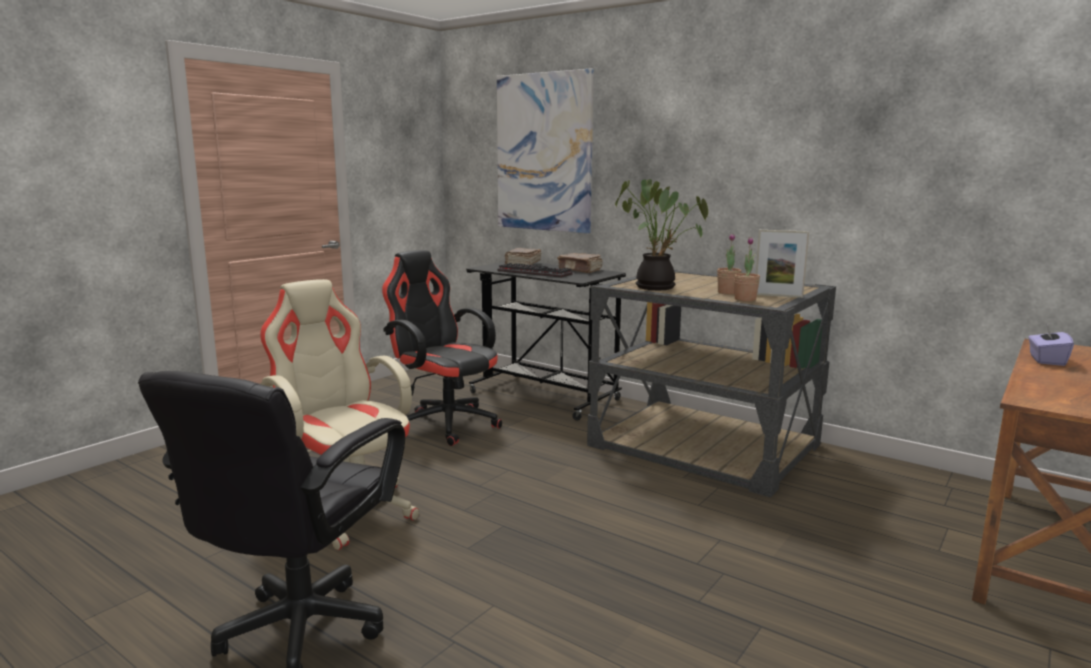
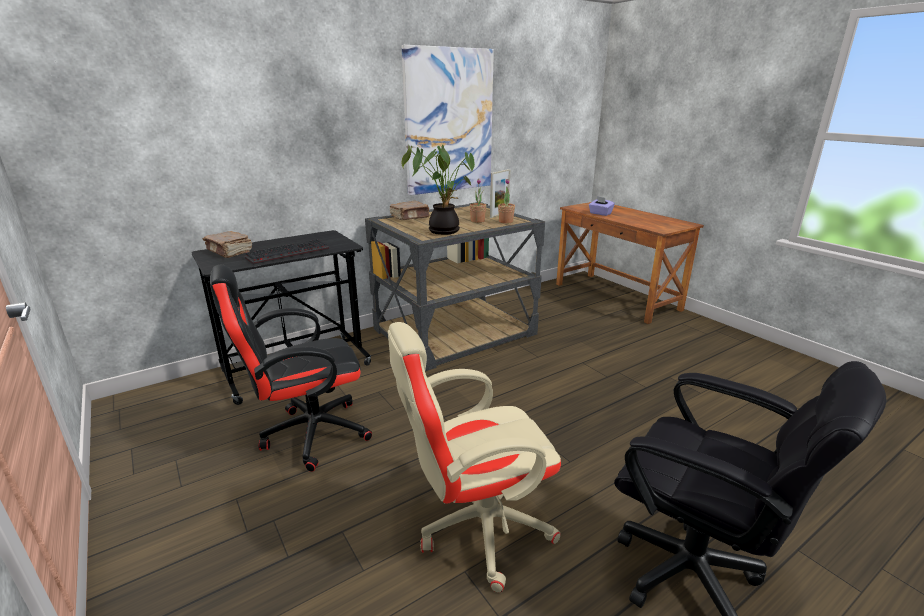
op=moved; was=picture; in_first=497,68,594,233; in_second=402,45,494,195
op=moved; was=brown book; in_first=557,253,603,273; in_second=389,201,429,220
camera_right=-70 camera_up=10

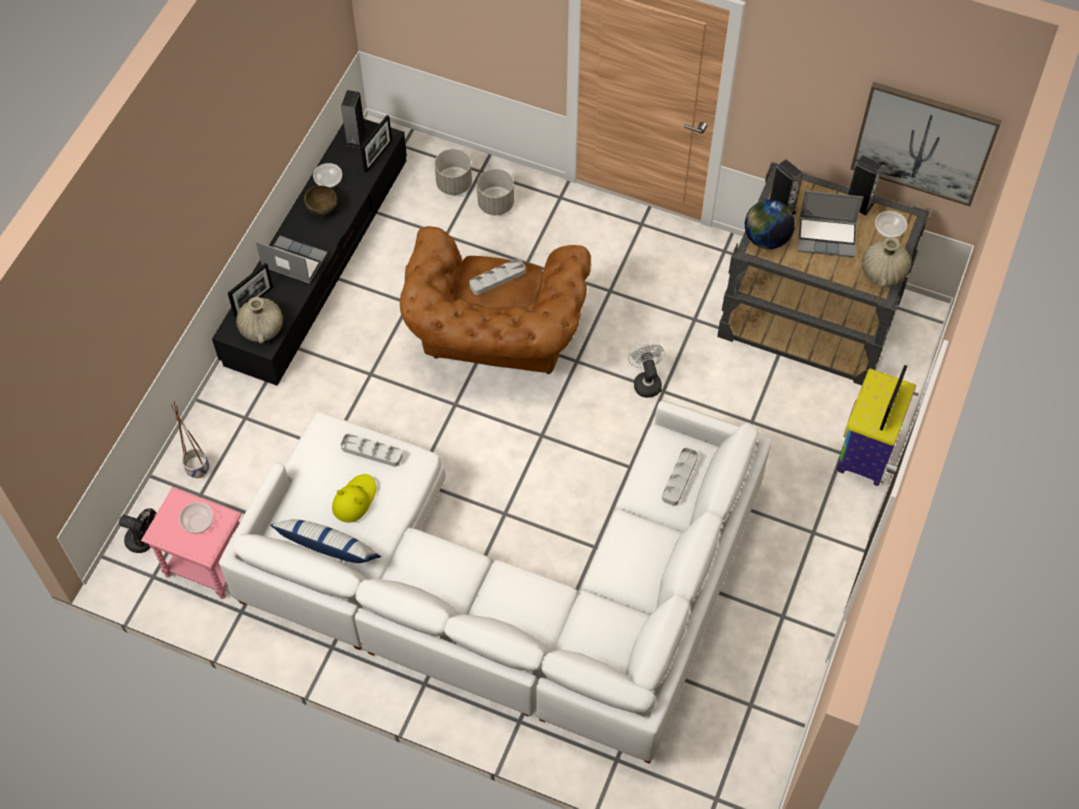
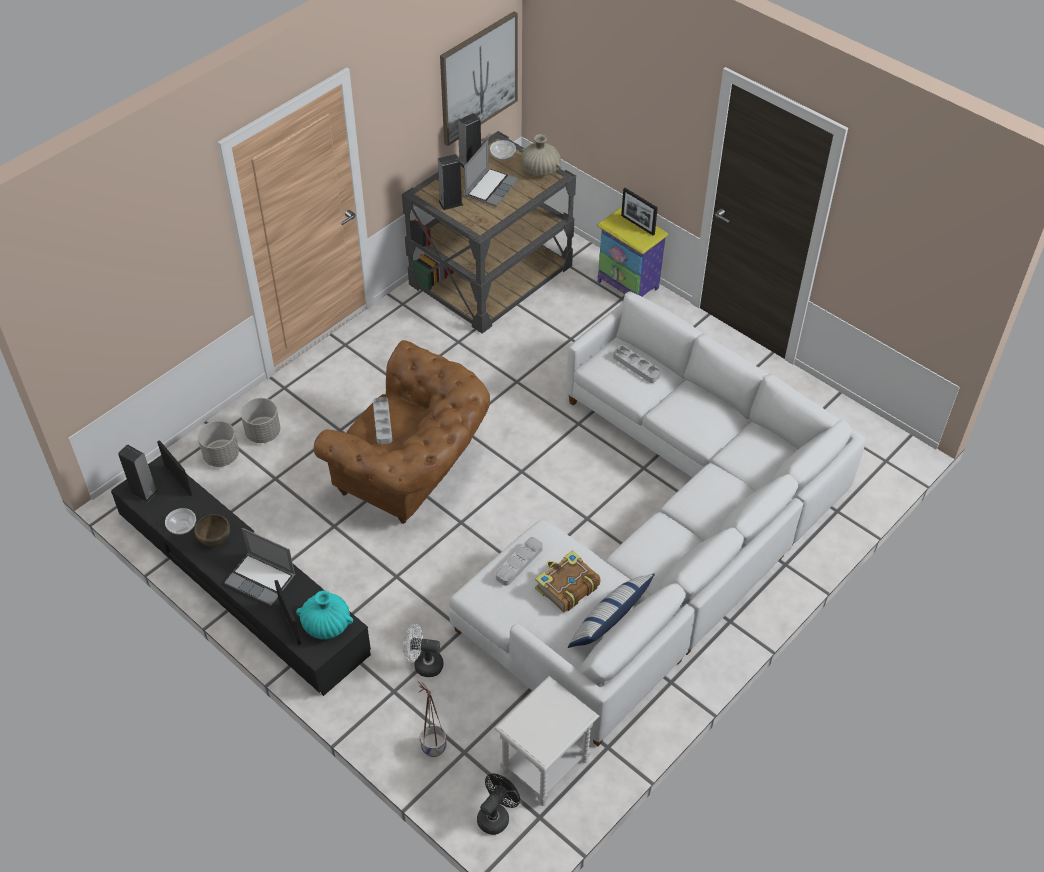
op=removed; was=globe; in_first=745,199,795,249
op=turned; was=laptop; in_first=256,236,327,284; in_second=224,528,295,606; clockwise=-105
op=recoloured; was=beige vase; now=turquoise vase; in_first=236,296,283,343; in_second=296,591,353,639
op=moved; was=white fan; in_first=628,343,665,398; in_second=403,624,443,677
op=replaced; was=yellow hat; now=book; in_first=332,474,377,523; in_second=535,550,600,612
op=recoloured; was=pink side table; now=white side table; in_first=141,487,242,599; in_second=494,676,599,806
op=removed; was=bowl; in_first=179,502,213,534
camera_right=-70 camera_up=-10

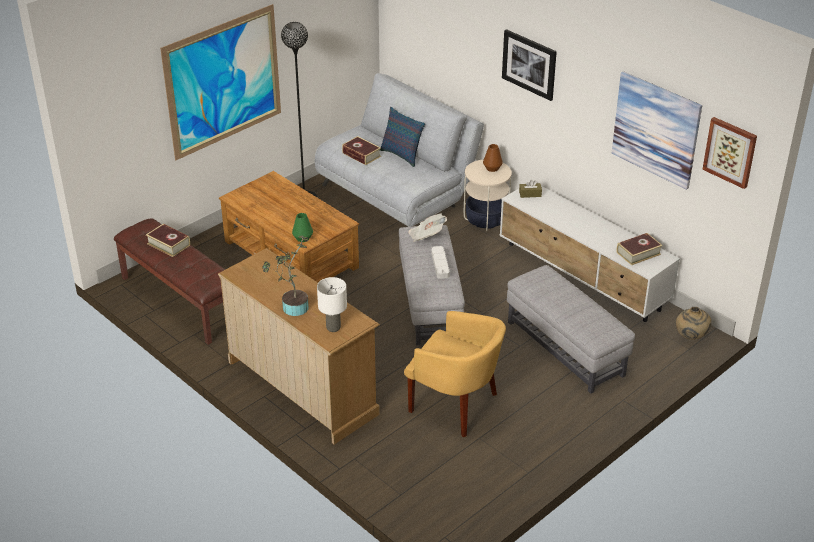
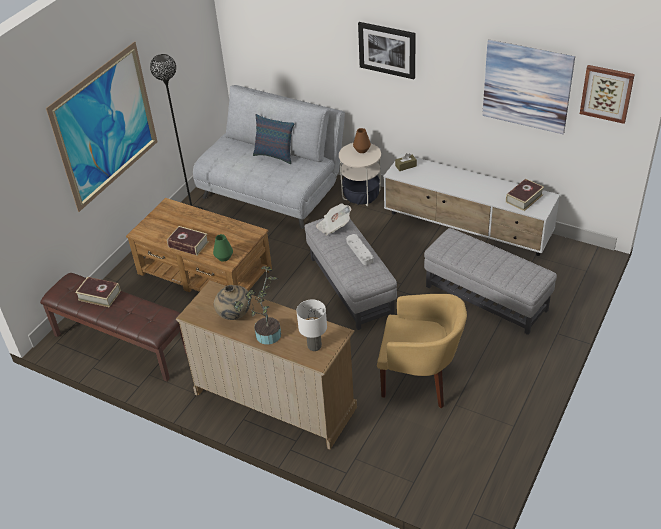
op=moved; was=book; in_first=342,136,381,165; in_second=167,226,209,255
op=moved; was=beige vase; in_first=676,307,711,340; in_second=213,285,251,320
camera_right=-15 camera_up=5

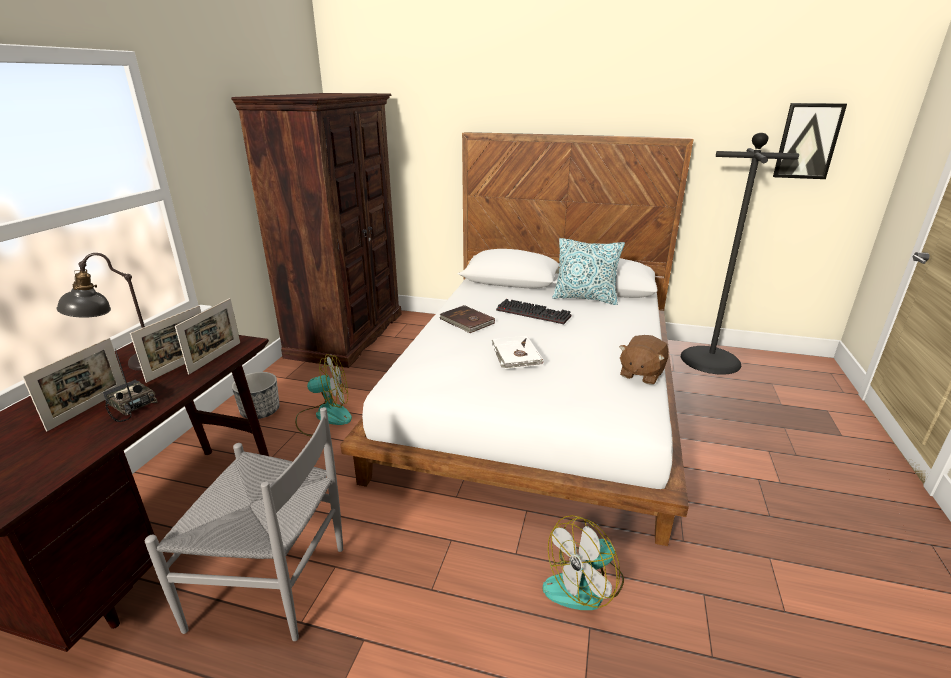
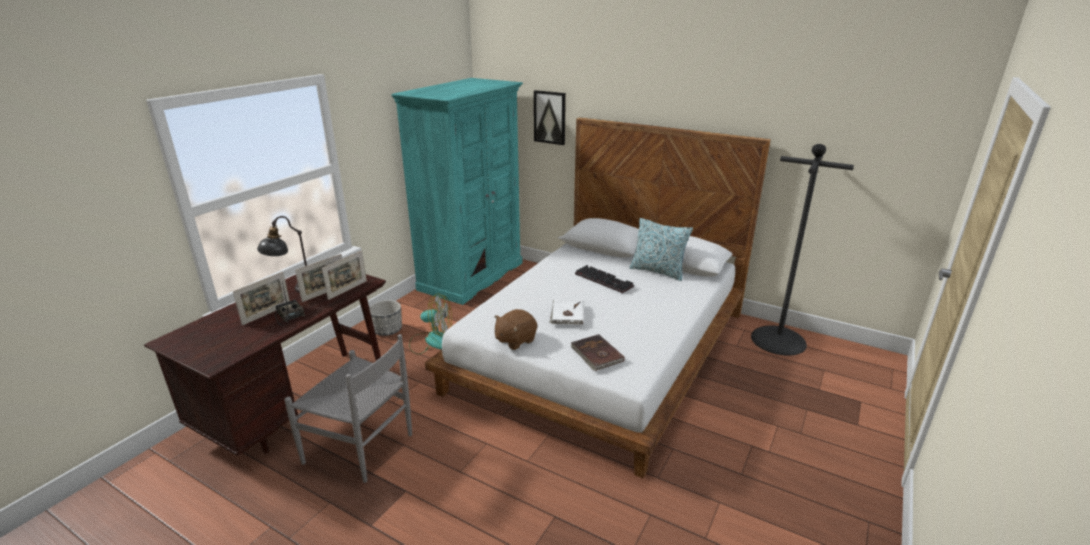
op=recoloured; was=brown wardrobe; now=turquoise wardrobe; in_first=231,93,402,368; in_second=391,78,523,305
op=moved; was=picture; in_first=773,103,847,179; in_second=534,90,566,145
op=moved; was=brown book; in_first=439,305,495,333; in_second=571,334,624,371
op=moved; was=brown plush toy; in_first=619,335,669,385; in_second=494,309,537,350
op=removed; was=fan; in_first=543,515,624,610
camera_right=15 camera_up=0

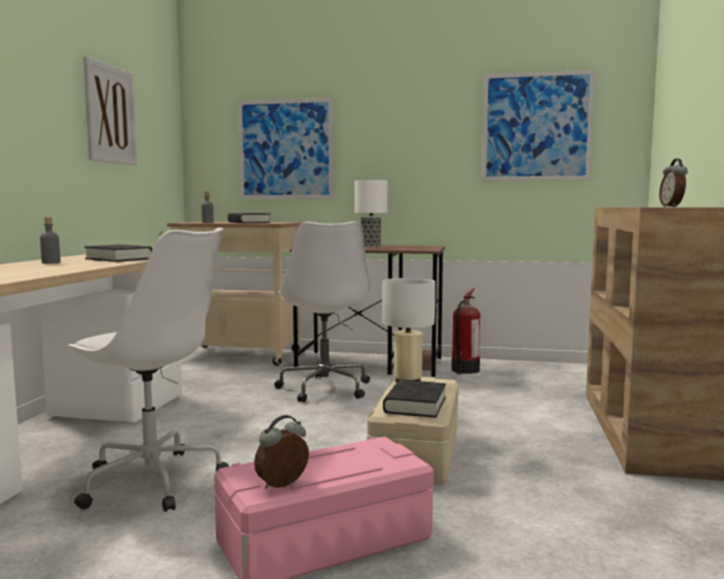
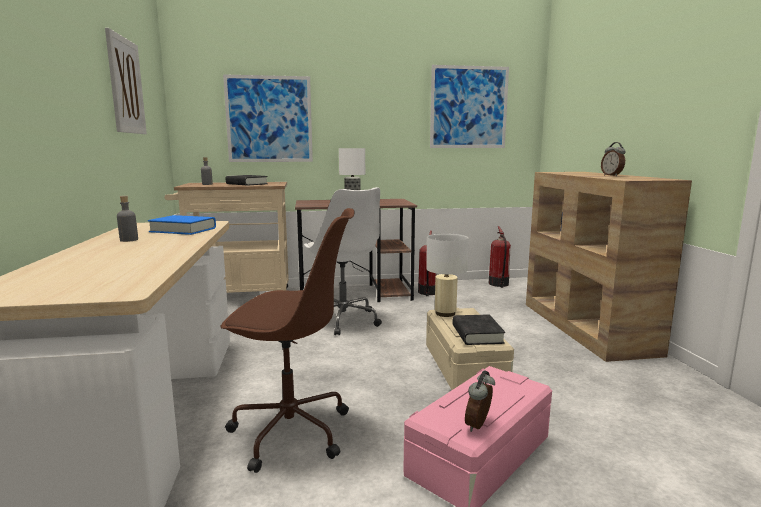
op=recoloured; was=white office chair; now=brown office chair; in_first=67,228,229,512; in_second=220,208,355,473
op=recoloured; was=black book; now=blue book; in_first=84,245,152,262; in_second=148,215,216,235
op=added; now=fire extinguisher; in_second=489,226,511,288
camera_right=-20 camera_up=5

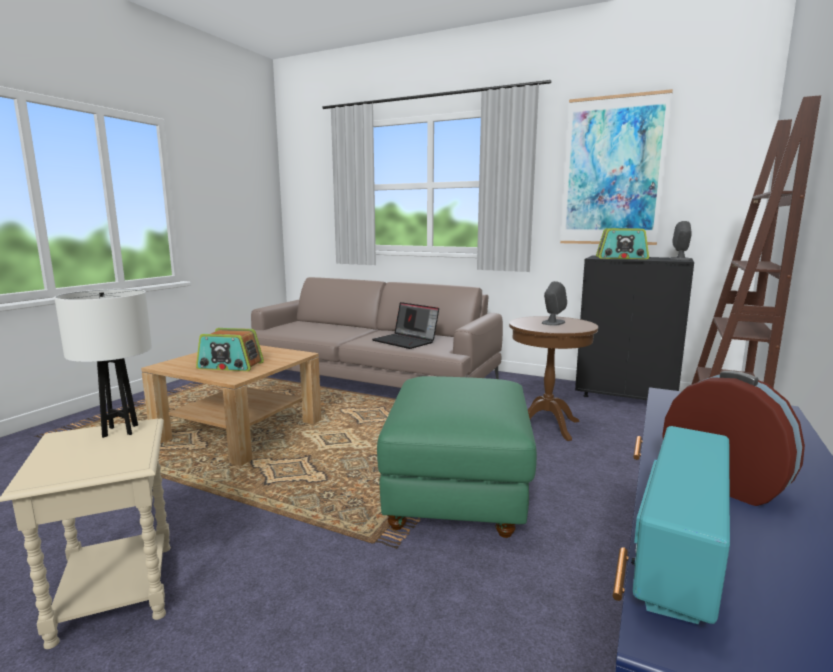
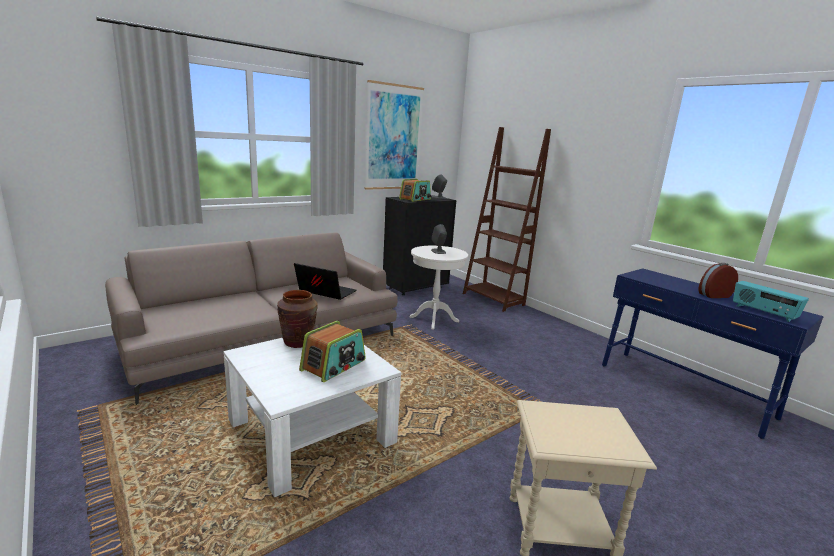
op=removed; was=white table lamp; in_first=54,289,152,438
op=turned; was=laptop; in_first=372,302,439,349; in_second=294,263,356,300; clockwise=-135
op=recoloured; was=brown side table; now=white side table; in_first=509,316,598,441; in_second=410,246,468,330
op=recoloured; was=brown coffee table; now=white coffee table; in_first=141,345,321,466; in_second=223,338,401,497
op=removed; was=green ottoman; in_first=377,376,537,538
op=added; now=brown vase; in_second=277,290,318,348
camera_right=-65 camera_up=5

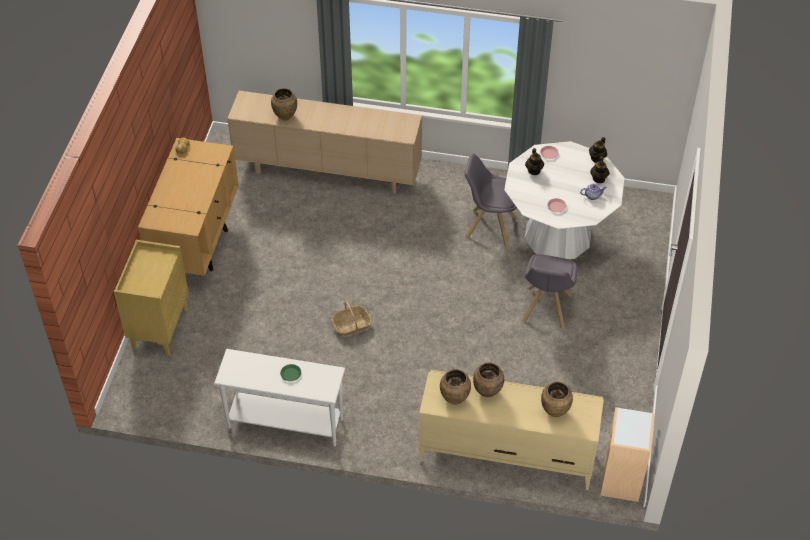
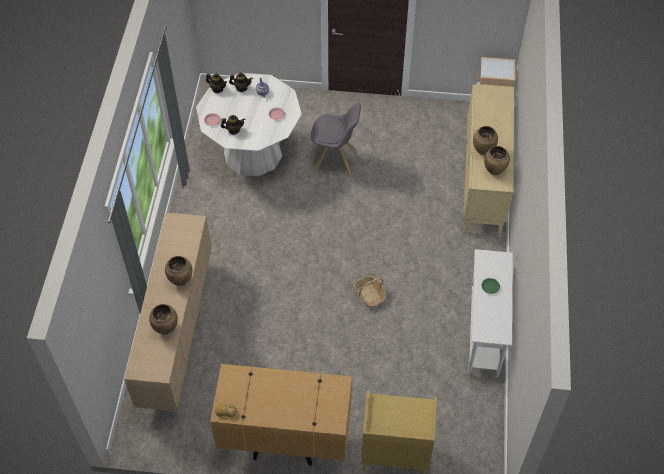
op=removed; was=grey chair; in_first=464,154,517,247
op=moved; was=brown vase; in_first=541,382,573,417; in_second=165,256,193,286
camera_right=-95 camera_up=5

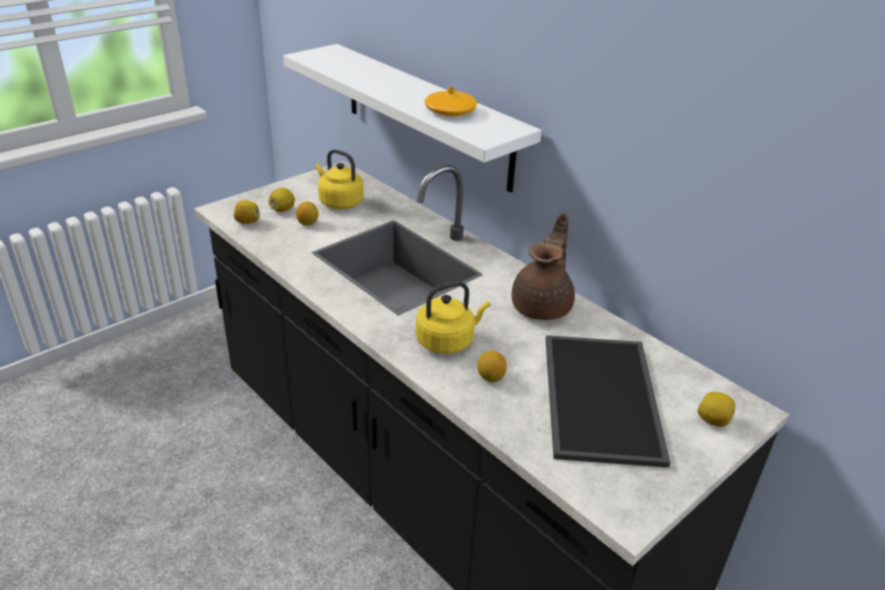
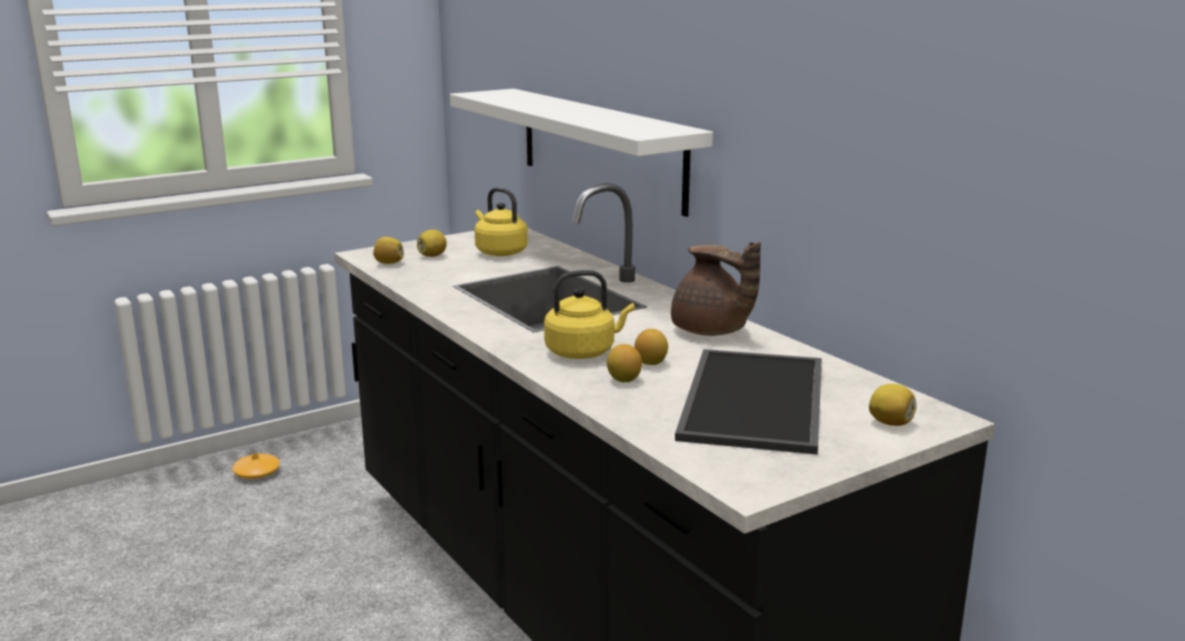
op=moved; was=orange vase; in_first=425,87,477,116; in_second=232,453,280,479
op=moved; was=lemon; in_first=296,202,318,225; in_second=634,329,668,365
op=turned; was=brown teapot; in_first=512,213,575,320; in_second=671,241,761,336; clockwise=105
camera_right=10 camera_up=-15

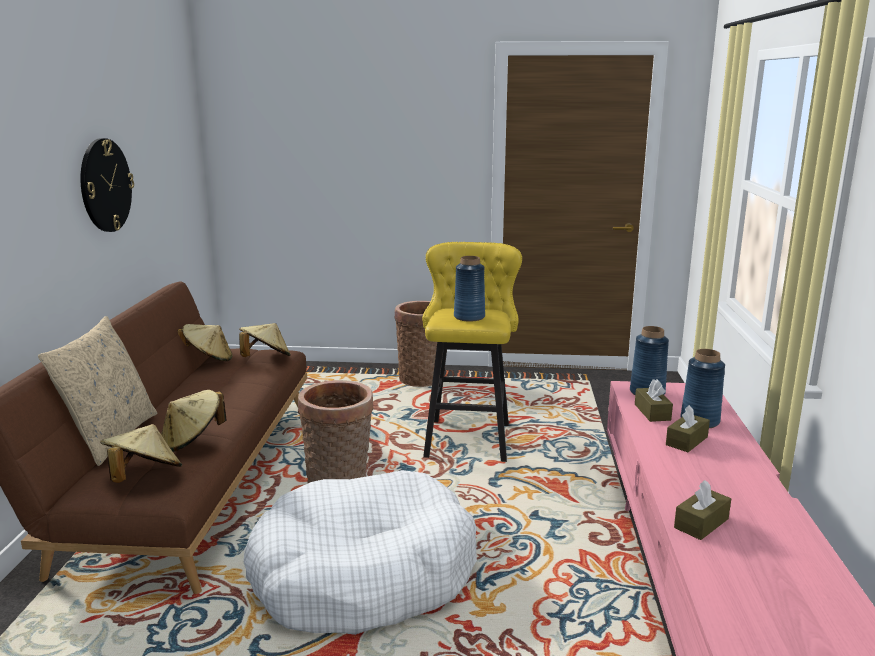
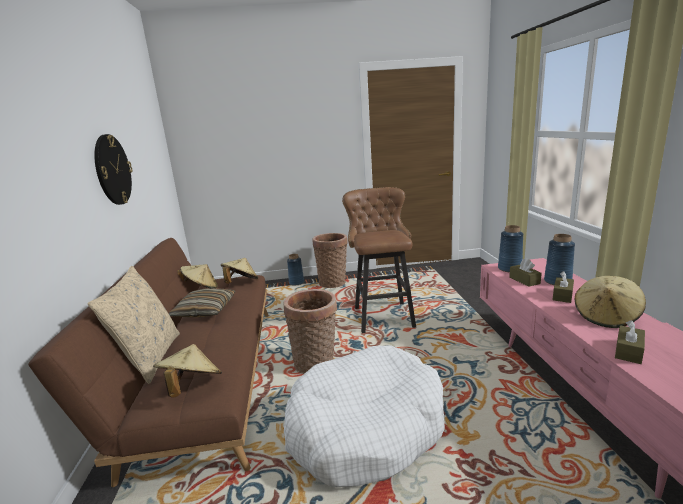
op=recoloured; was=yellow stool; now=brown stool; in_first=422,242,522,462; in_second=342,187,416,333
op=moved; was=blue vase; in_first=454,256,485,322; in_second=287,254,304,285
op=moved; was=beige hat; in_first=161,390,227,452; in_second=575,276,646,328
op=added; now=pillow; in_second=169,288,235,318
camera_right=-10 camera_up=0

